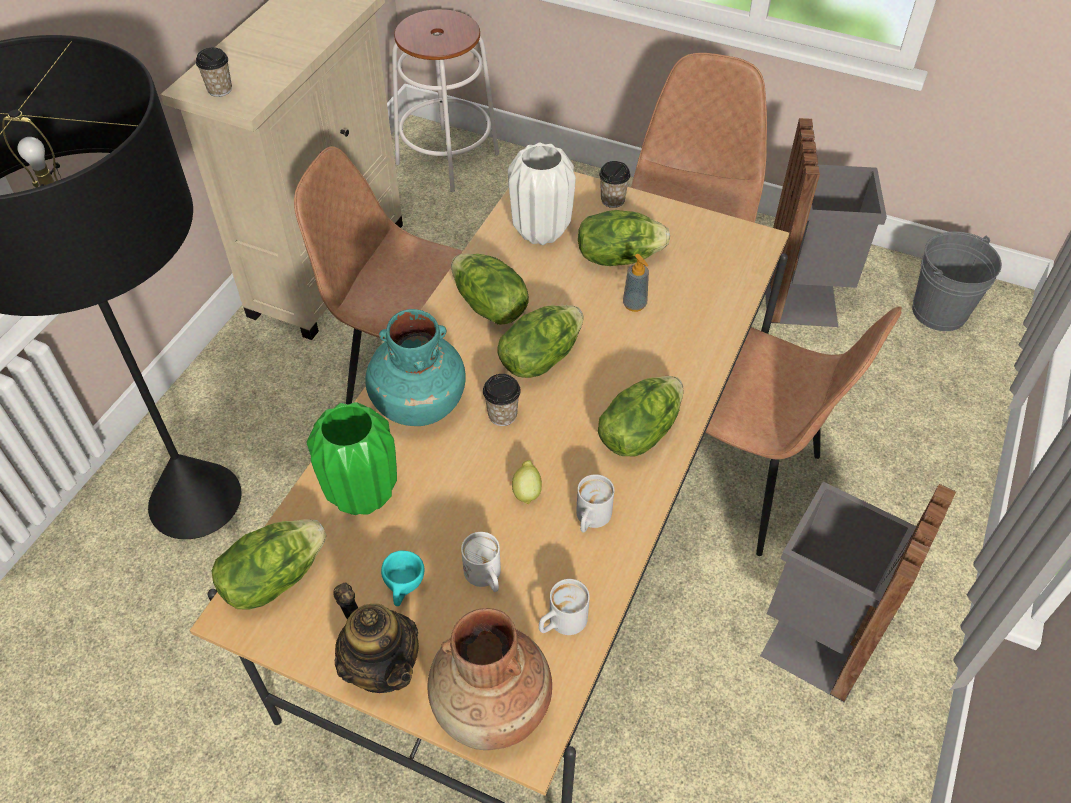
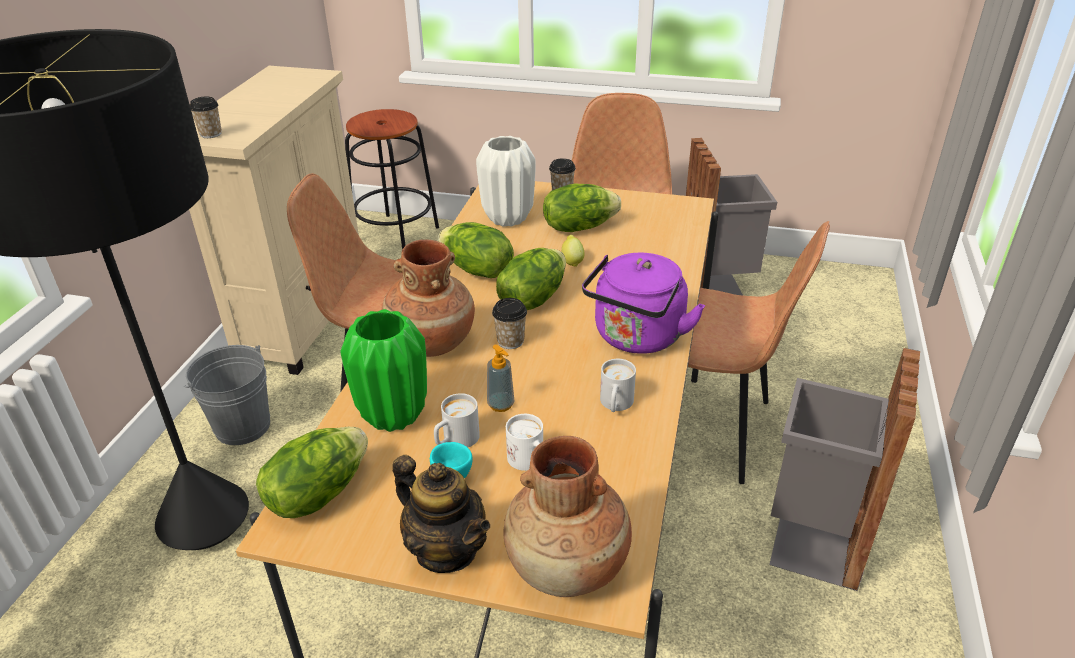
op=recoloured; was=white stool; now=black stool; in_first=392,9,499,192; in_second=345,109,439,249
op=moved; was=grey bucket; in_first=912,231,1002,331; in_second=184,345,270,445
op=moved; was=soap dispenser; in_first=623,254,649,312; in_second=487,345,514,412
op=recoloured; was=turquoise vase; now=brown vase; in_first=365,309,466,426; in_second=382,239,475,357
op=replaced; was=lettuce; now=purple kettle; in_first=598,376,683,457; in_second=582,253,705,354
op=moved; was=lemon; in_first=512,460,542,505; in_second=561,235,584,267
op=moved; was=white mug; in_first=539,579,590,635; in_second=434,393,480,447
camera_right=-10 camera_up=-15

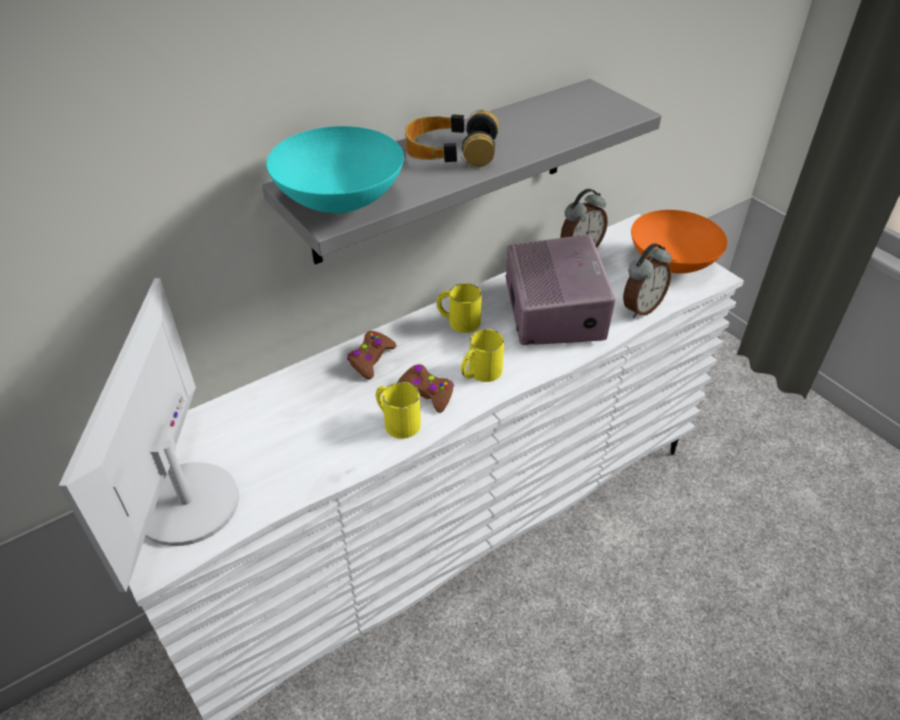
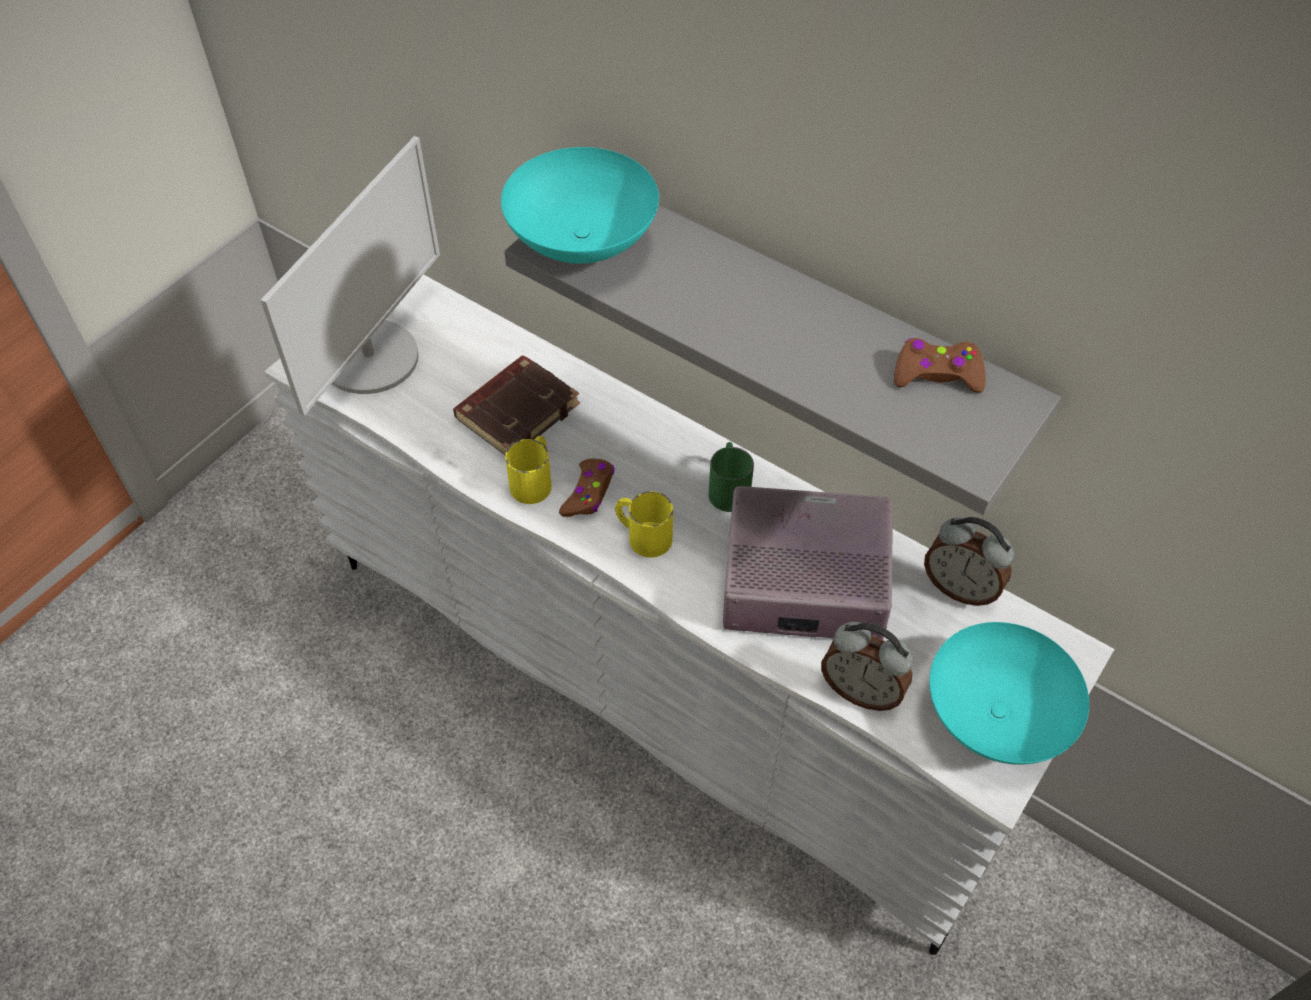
op=removed; was=headphones; in_first=405,110,499,167
op=recoloured; was=orange bowl; now=turquoise bowl; in_first=631,210,728,274; in_second=929,622,1089,765
op=turned; was=radio; in_first=506,235,616,345; in_second=723,486,893,640; clockwise=-150
op=turned; was=monitor; in_first=59,278,239,592; in_second=260,136,440,416; clockwise=135
op=recoloured; was=yellow mug; now=green mug; in_first=437,283,482,333; in_second=708,442,754,512
op=moved; was=brown game controller; in_first=347,331,397,379; in_second=894,338,986,393
op=added; now=brown book; in_second=453,355,580,455
camera_right=70 camera_up=10

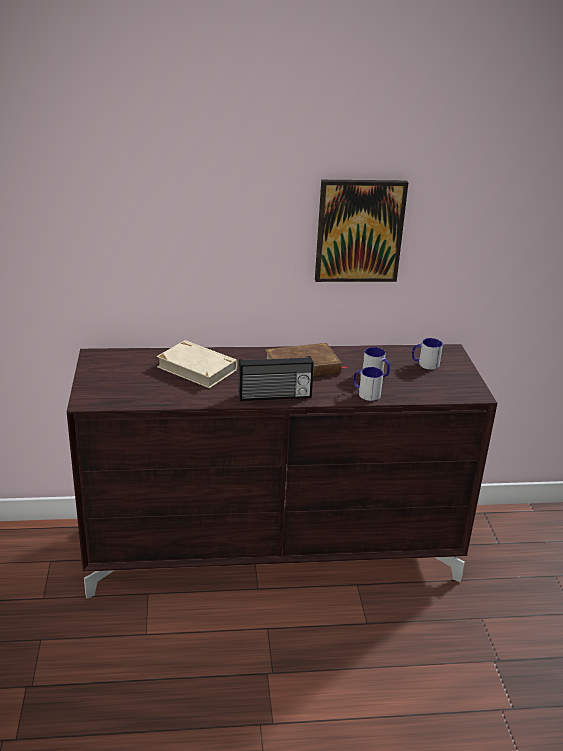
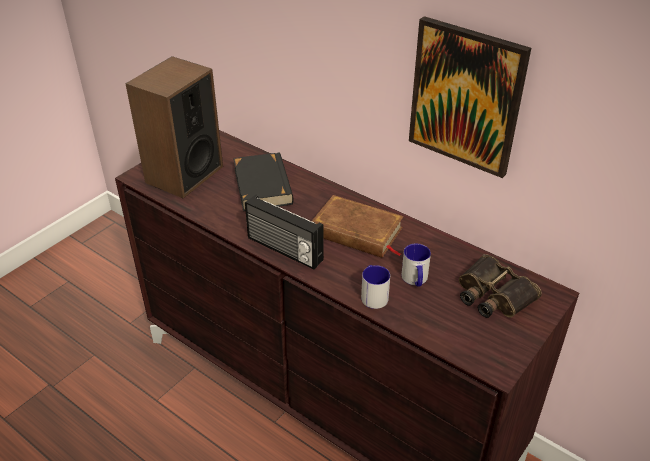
op=replaced; was=mug; now=binoculars; in_first=412,338,443,370; in_second=459,254,542,318
op=recoloured; was=beige book; now=black book; in_first=156,340,238,388; in_second=233,152,293,211
op=added; now=speaker; in_second=125,56,223,198
camera_right=45 camera_up=10

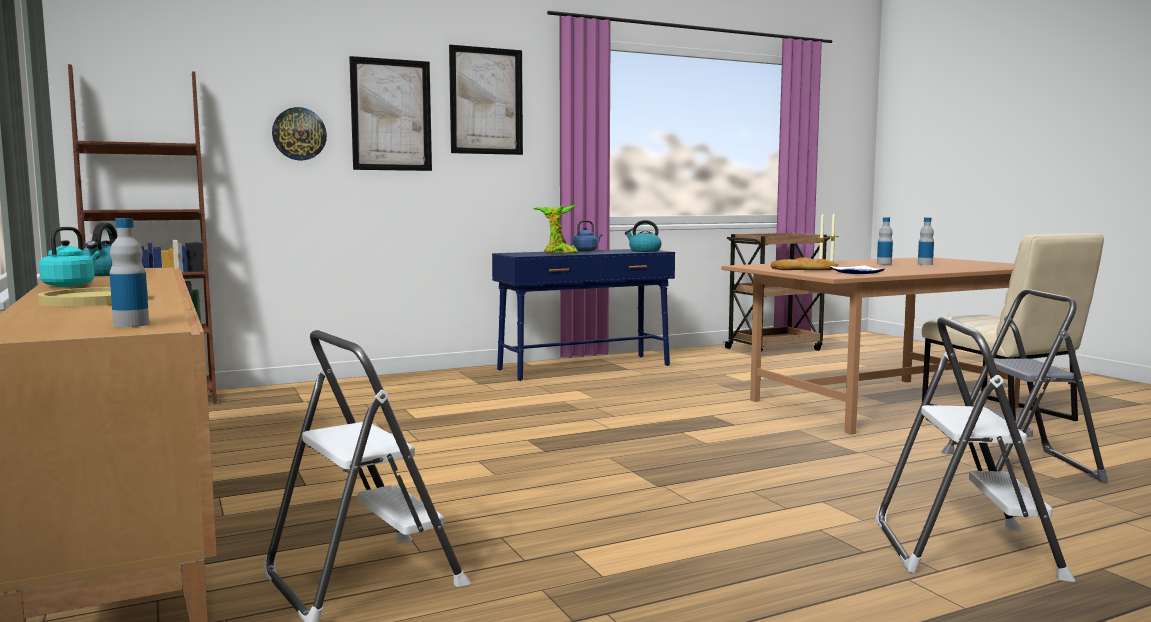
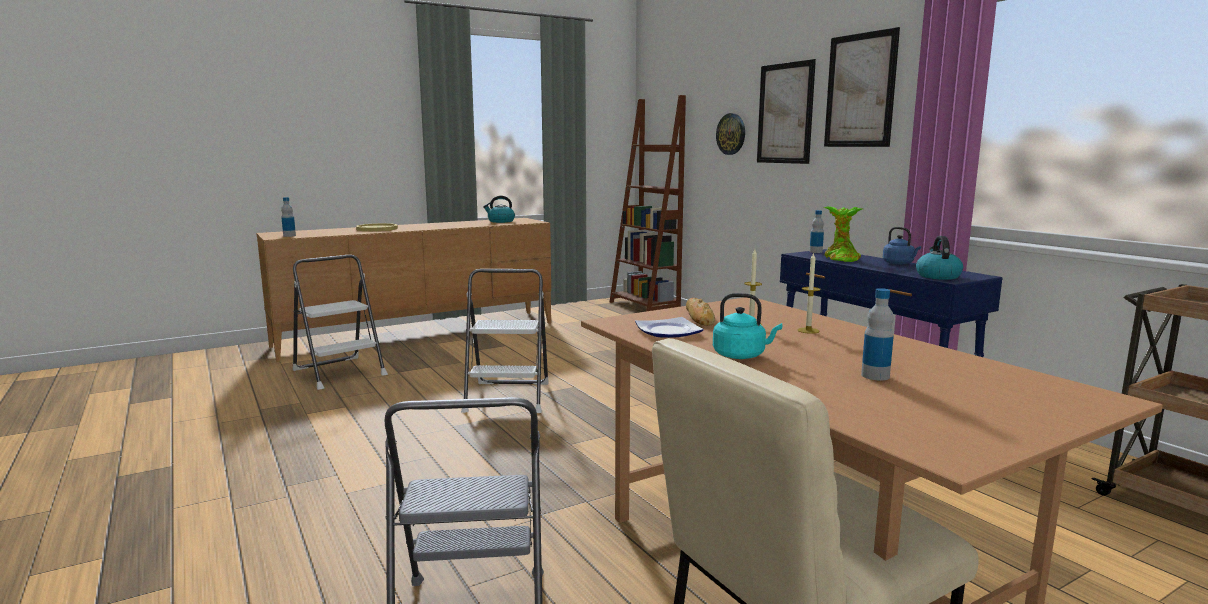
op=moved; was=bottle; in_first=877,217,893,265; in_second=809,210,824,253
op=moved; was=turquoise kettle; in_first=39,227,100,287; in_second=713,293,782,359
op=moved; was=white step ladder; in_first=875,317,1076,582; in_second=461,269,549,413
camera_right=85 camera_up=5

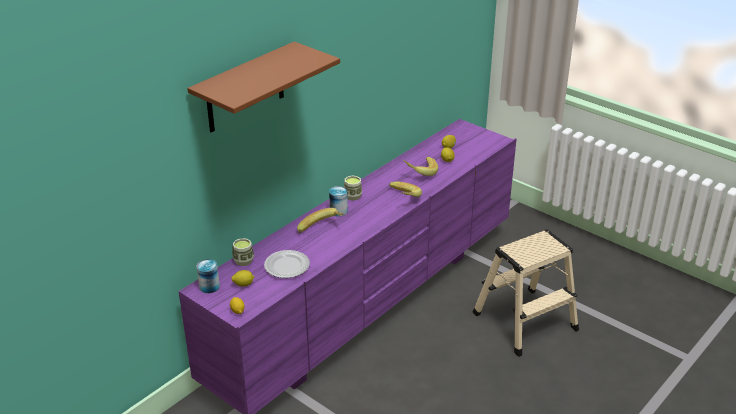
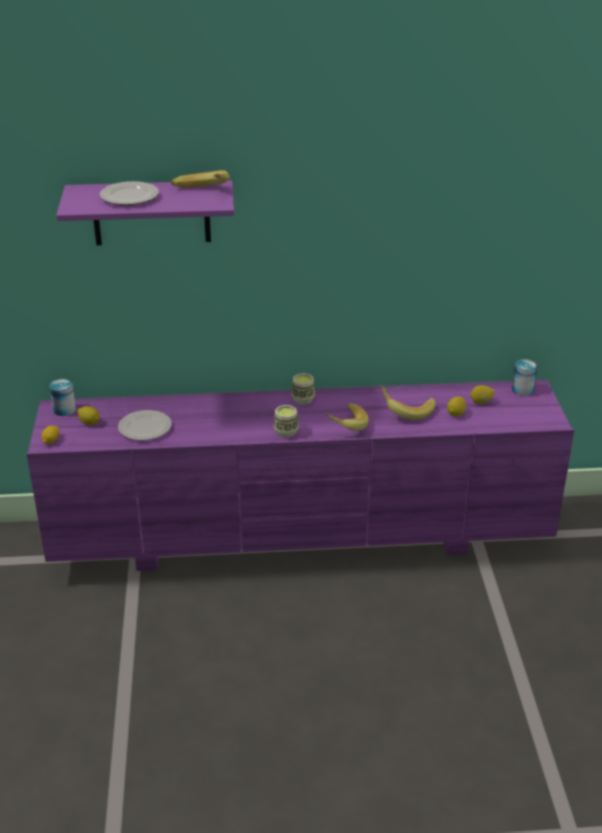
op=recoloured; was=brown shelf; now=purple shelf; in_first=187,42,340,132; in_second=56,180,234,245
op=moved; was=can; in_first=329,186,348,217; in_second=512,359,538,396
op=moved; was=banana; in_first=297,208,343,233; in_second=171,170,230,187
op=removed; was=beige step ladder; in_first=473,229,579,357
op=moved; was=cup; in_first=232,238,254,266; in_second=273,405,299,438
op=added; now=plate; in_second=100,181,159,205
camera_right=45 camera_up=0

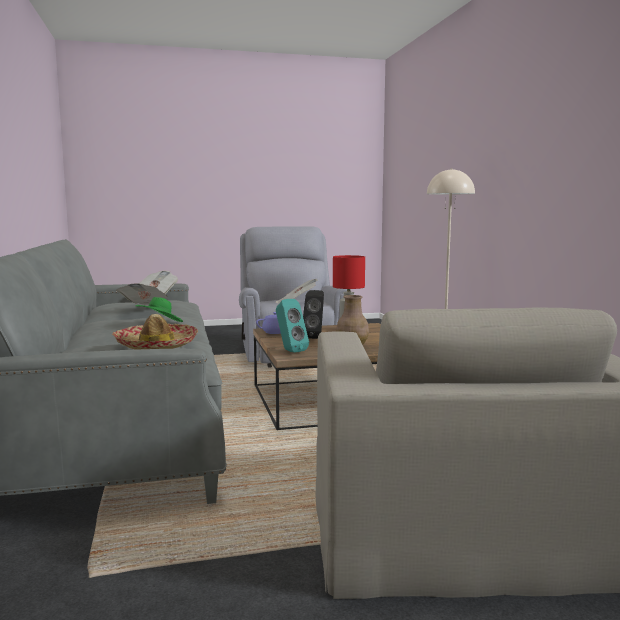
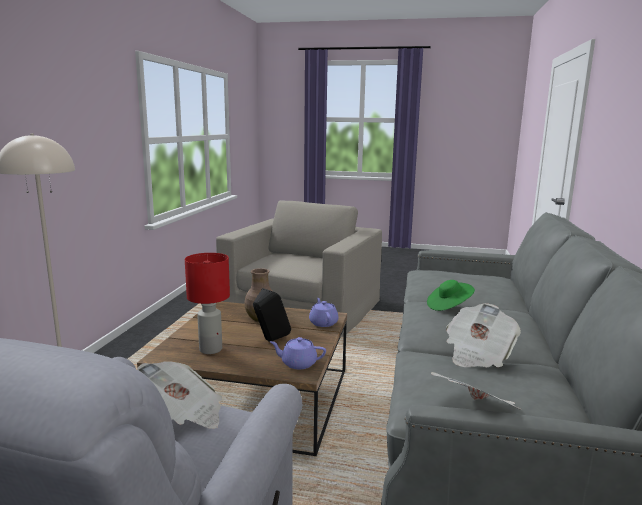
op=replaced; was=turquoise speaker; now=purple teapot; in_first=276,299,309,353; in_second=309,298,339,327
op=removed; was=hat; in_first=112,314,198,350
camera_right=-155 camera_up=5

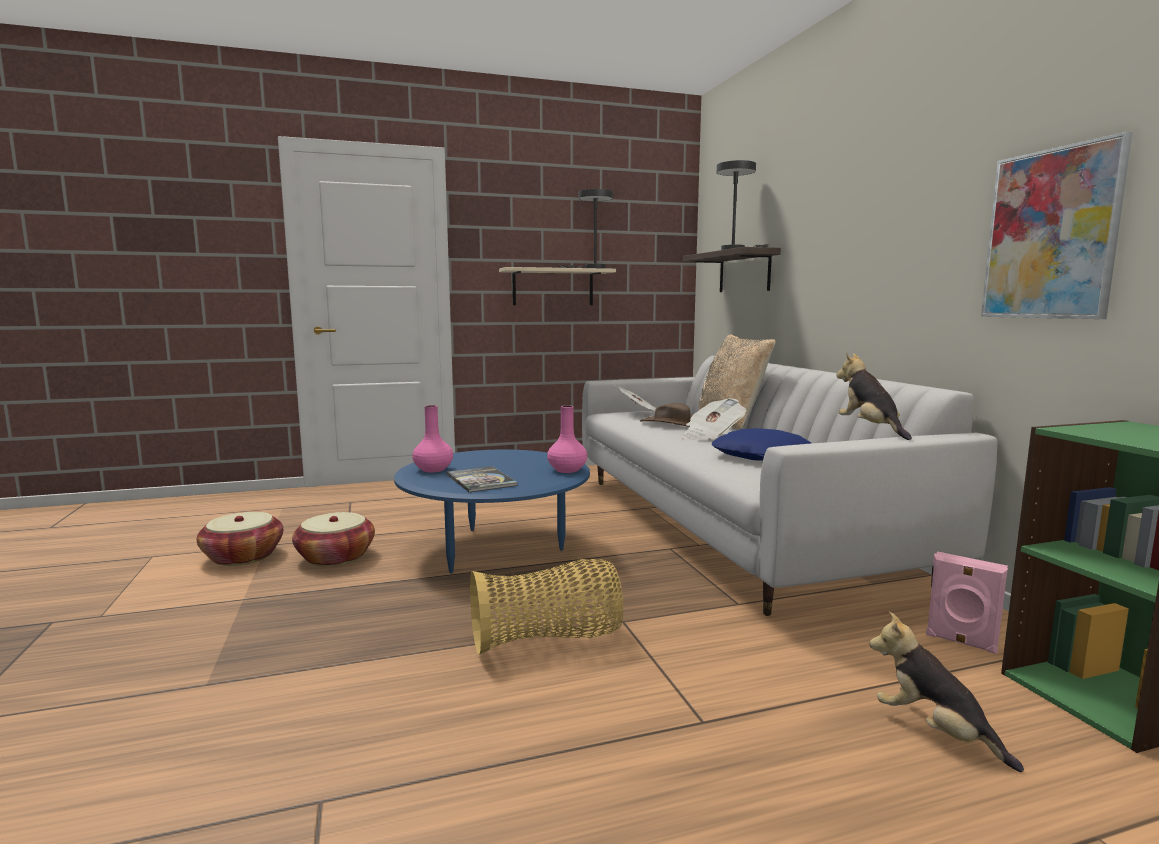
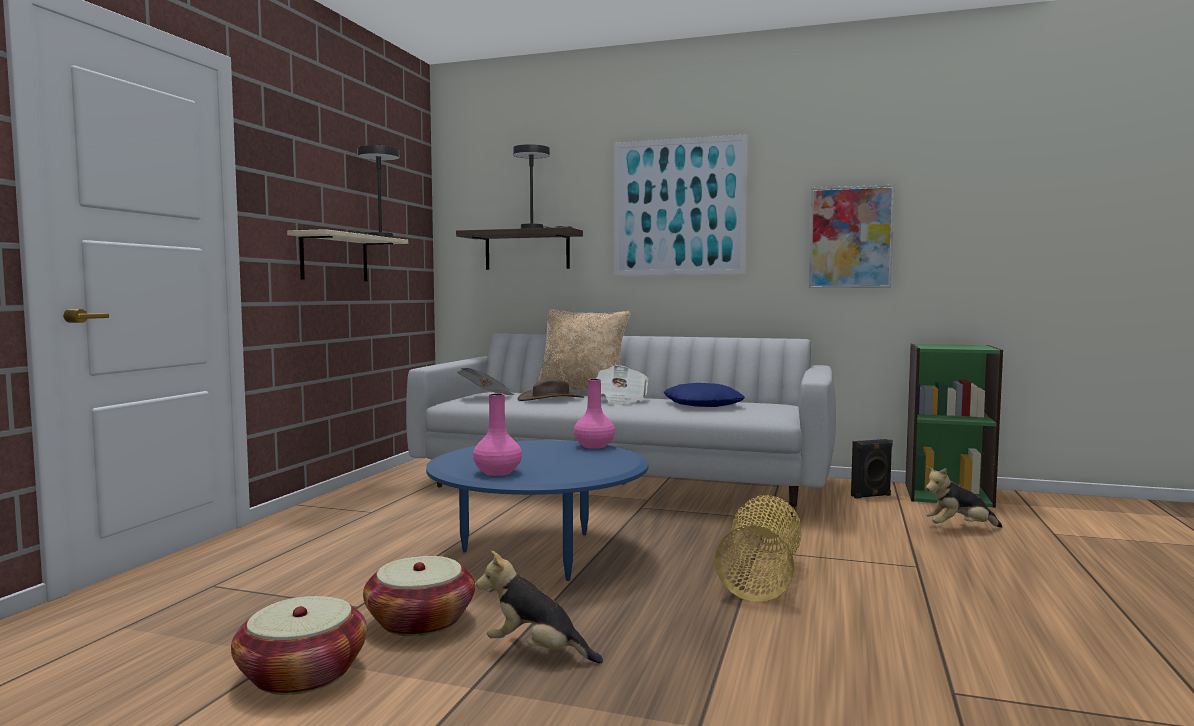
op=moved; was=plush toy; in_first=836,353,912,440; in_second=476,550,603,663
op=removed; was=book; in_first=447,466,518,492
op=recoloured; was=pink speaker; now=black speaker; in_first=926,551,1008,654; in_second=851,439,893,499
op=added; now=picture; in_second=614,134,748,275
camera_right=-55 camera_up=-5

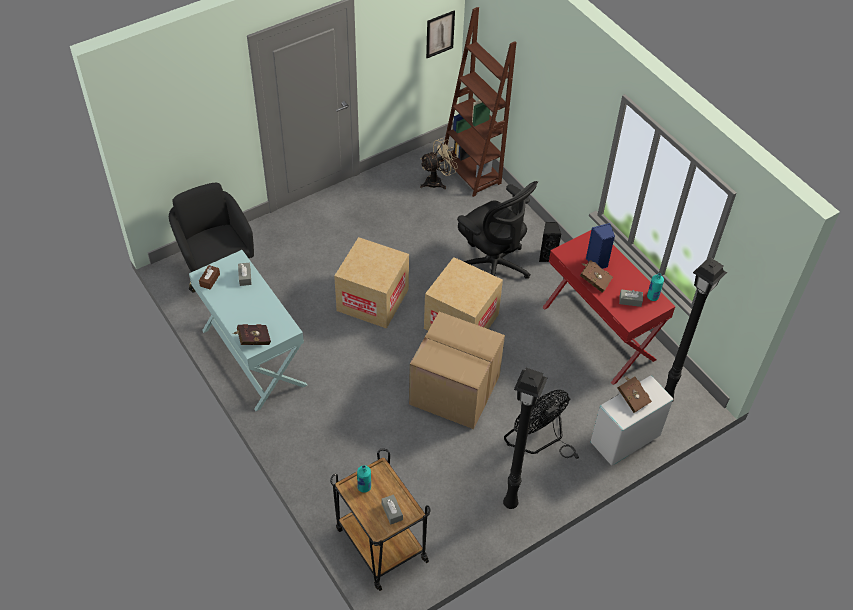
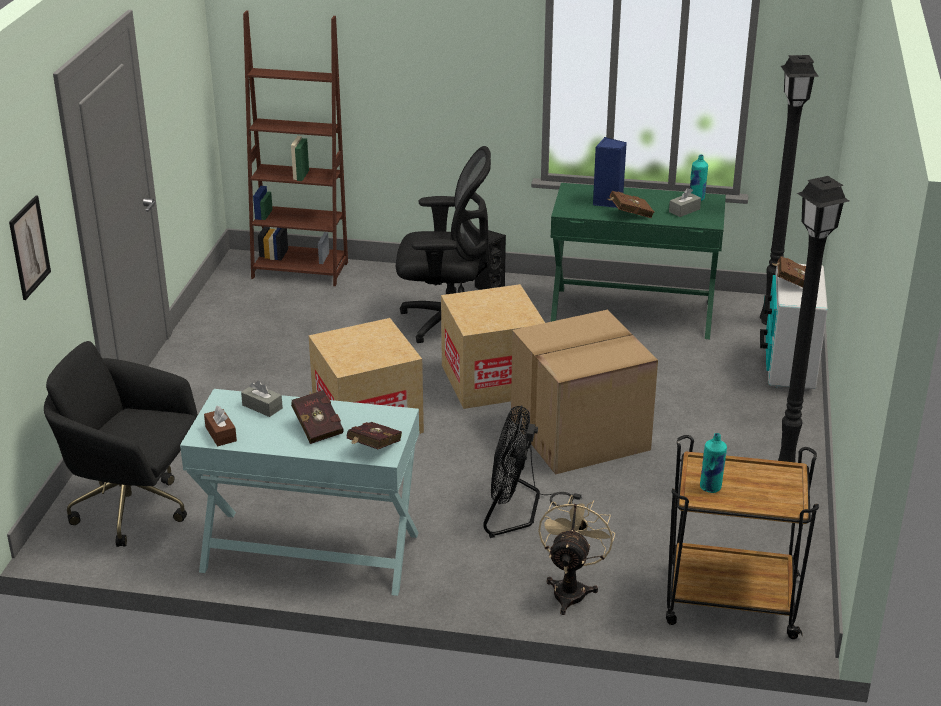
op=moved; was=picture; in_first=426,10,455,58; in_second=9,196,51,300
op=moved; was=beige fan; in_first=420,138,458,189; in_second=538,495,615,615
op=recoloured; was=red desk; now=green desk; in_first=542,230,675,385; in_second=550,183,726,339
op=moved; was=black fan; in_first=504,390,579,460; in_second=483,405,583,538
op=removed; was=grey tissue box; in_first=382,494,403,525
op=added; now=red book; in_second=291,390,344,444
camera_right=-45 camera_up=-20

